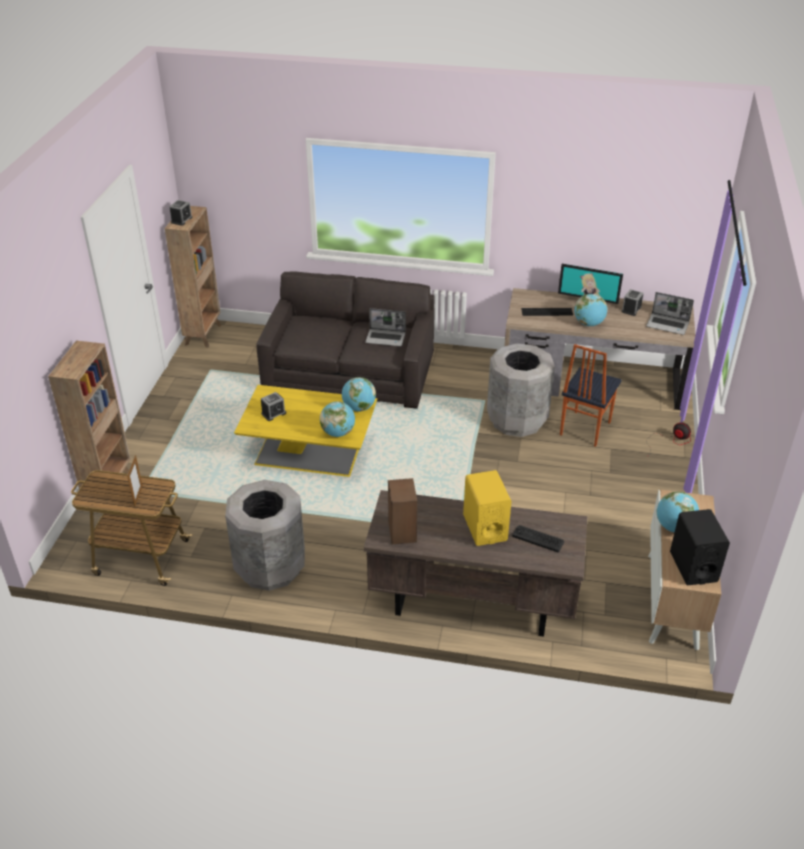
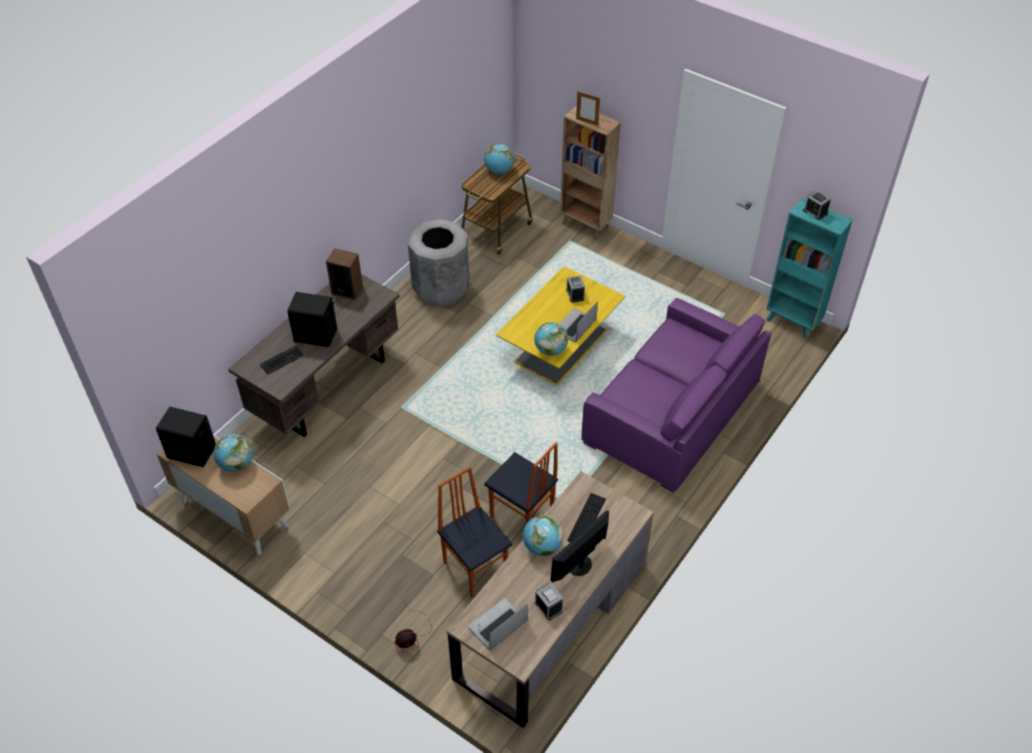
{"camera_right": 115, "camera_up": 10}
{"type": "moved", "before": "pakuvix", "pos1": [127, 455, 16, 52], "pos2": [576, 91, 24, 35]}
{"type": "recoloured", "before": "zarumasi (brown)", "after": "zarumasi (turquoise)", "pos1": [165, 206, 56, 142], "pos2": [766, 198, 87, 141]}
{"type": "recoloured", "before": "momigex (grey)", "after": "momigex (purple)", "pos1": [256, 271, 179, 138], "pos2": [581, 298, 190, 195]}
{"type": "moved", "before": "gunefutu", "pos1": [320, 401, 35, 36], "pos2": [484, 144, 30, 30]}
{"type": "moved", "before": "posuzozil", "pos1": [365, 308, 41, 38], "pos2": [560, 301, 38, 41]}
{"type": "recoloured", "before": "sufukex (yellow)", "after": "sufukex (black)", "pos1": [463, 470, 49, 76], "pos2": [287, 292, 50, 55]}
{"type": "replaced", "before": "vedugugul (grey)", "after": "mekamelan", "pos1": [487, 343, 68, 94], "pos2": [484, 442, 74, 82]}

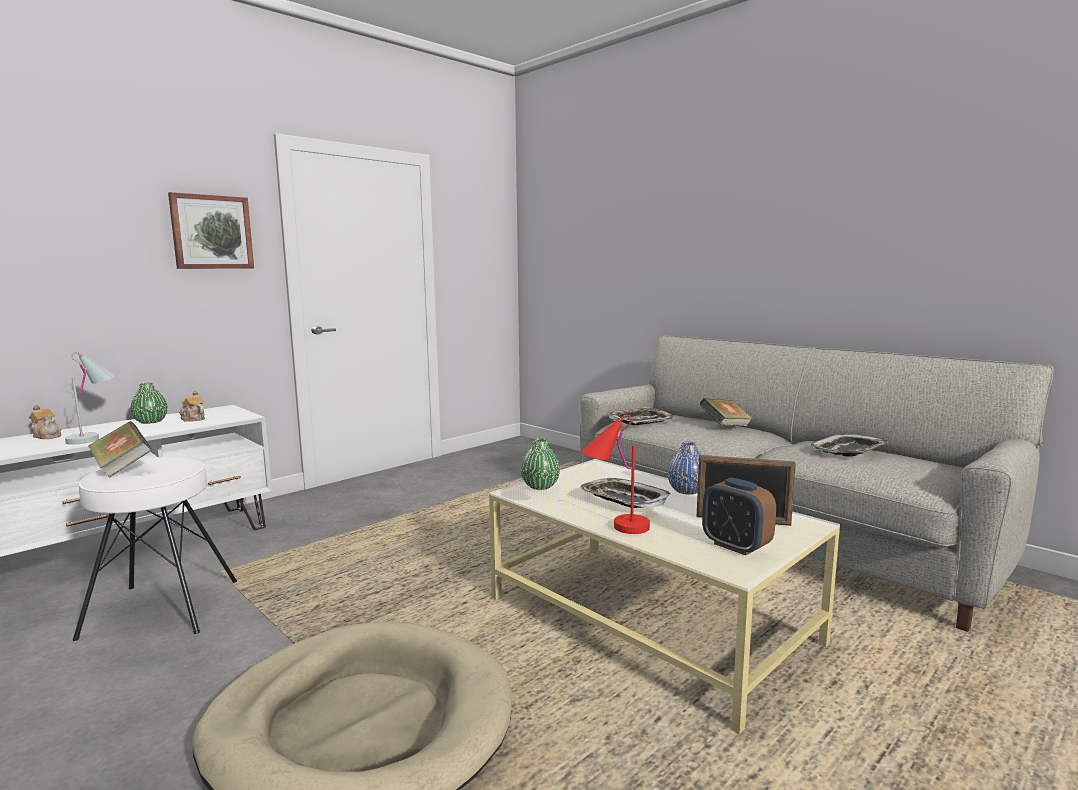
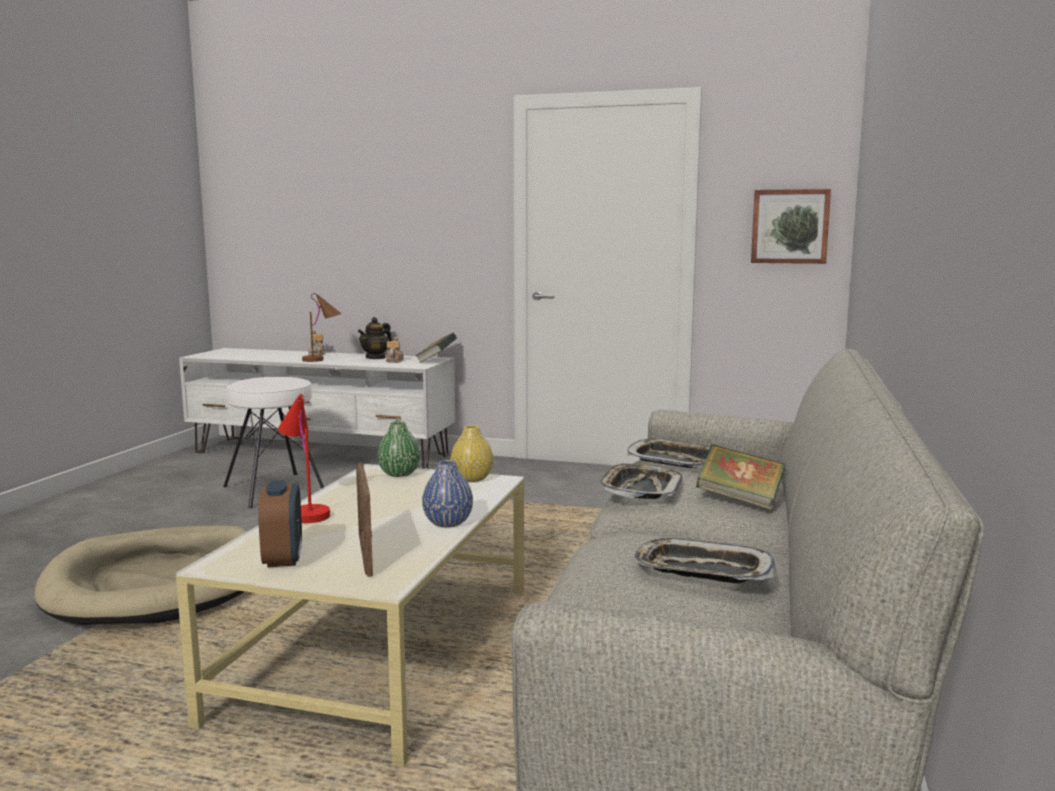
{"camera_right": 60, "camera_up": 0}
{"type": "recoloured", "before": "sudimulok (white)", "after": "sudimulok (brown)", "pos1": [65, 352, 50, 93], "pos2": [302, 293, 39, 69]}
{"type": "moved", "before": "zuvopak", "pos1": [89, 421, 63, 57], "pos2": [415, 333, 42, 30]}
{"type": "replaced", "before": "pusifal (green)", "after": "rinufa", "pos1": [131, 382, 36, 42], "pos2": [358, 317, 34, 42]}
{"type": "moved", "before": "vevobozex", "pos1": [168, 192, 86, 77], "pos2": [751, 189, 80, 75]}
{"type": "moved", "before": "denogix", "pos1": [579, 478, 92, 30], "pos2": [599, 463, 83, 36]}
{"type": "turned", "before": "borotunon", "pos1": [702, 477, 74, 78], "pos2": [258, 480, 44, 88], "turn": 150}
{"type": "added", "after": "pusifal (yellow)", "pos2": [450, 425, 44, 57]}

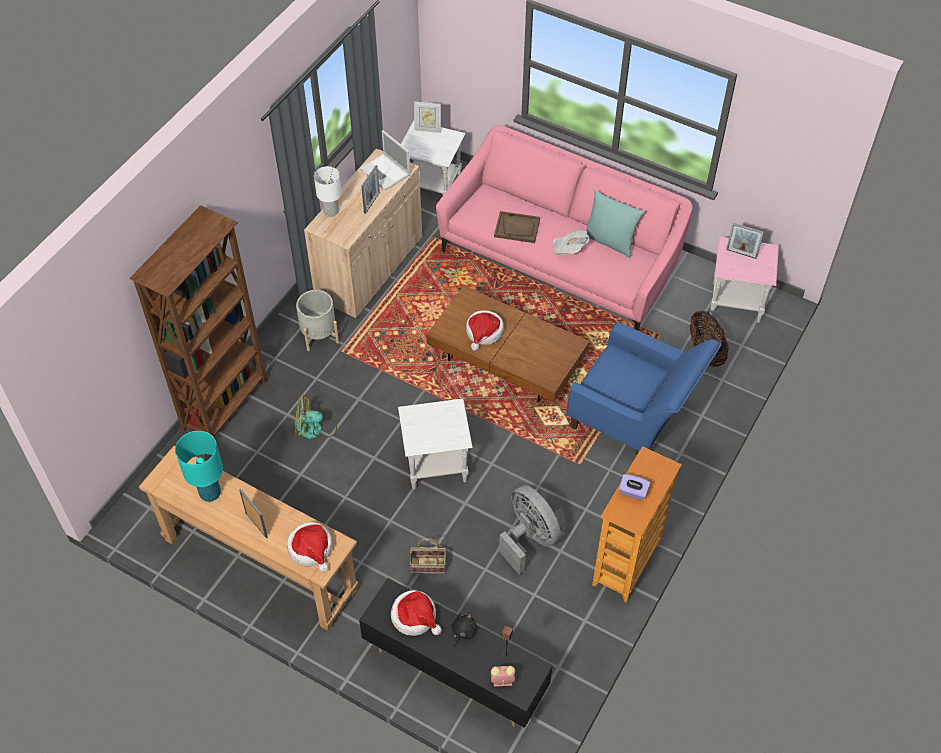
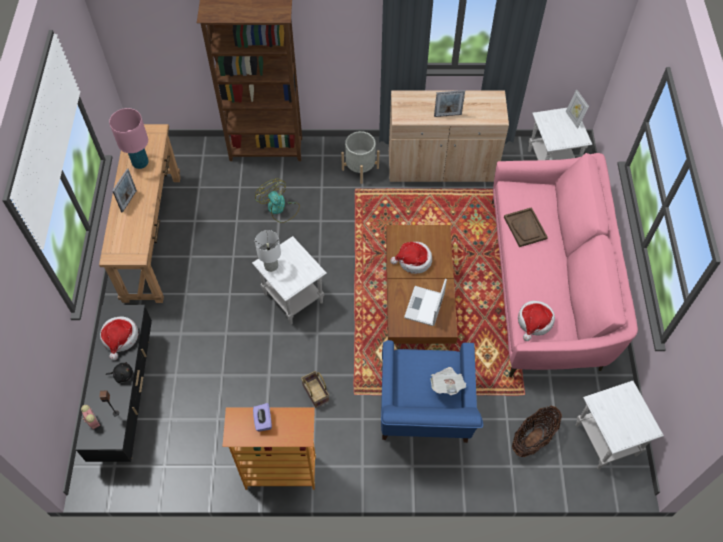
{"camera_right": 60, "camera_up": 5}
{"type": "recoloured", "before": "sudimulok (turquoise)", "after": "sudimulok (pink)", "pos1": [175, 431, 48, 71], "pos2": [109, 108, 40, 61]}
{"type": "moved", "before": "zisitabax", "pos1": [287, 522, 46, 51], "pos2": [518, 301, 37, 40]}
{"type": "moved", "before": "sudimulok (white)", "pos1": [314, 166, 28, 51], "pos2": [255, 230, 26, 42]}
{"type": "moved", "before": "posuzozil", "pos1": [360, 130, 51, 60], "pos2": [404, 279, 43, 47]}
{"type": "moved", "before": "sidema", "pos1": [410, 538, 36, 36], "pos2": [301, 371, 28, 37]}
{"type": "removed", "before": "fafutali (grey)", "pos1": [499, 485, 62, 90]}
{"type": "moved", "before": "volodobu", "pos1": [553, 230, 36, 25], "pos2": [430, 367, 36, 28]}
{"type": "removed", "before": "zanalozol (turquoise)", "pos1": [586, 190, 59, 68]}
{"type": "recoloured", "before": "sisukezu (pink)", "after": "sisukezu (white)", "pos1": [710, 237, 69, 86], "pos2": [576, 381, 88, 89]}
{"type": "removed", "before": "pakuvix", "pos1": [726, 223, 38, 36]}

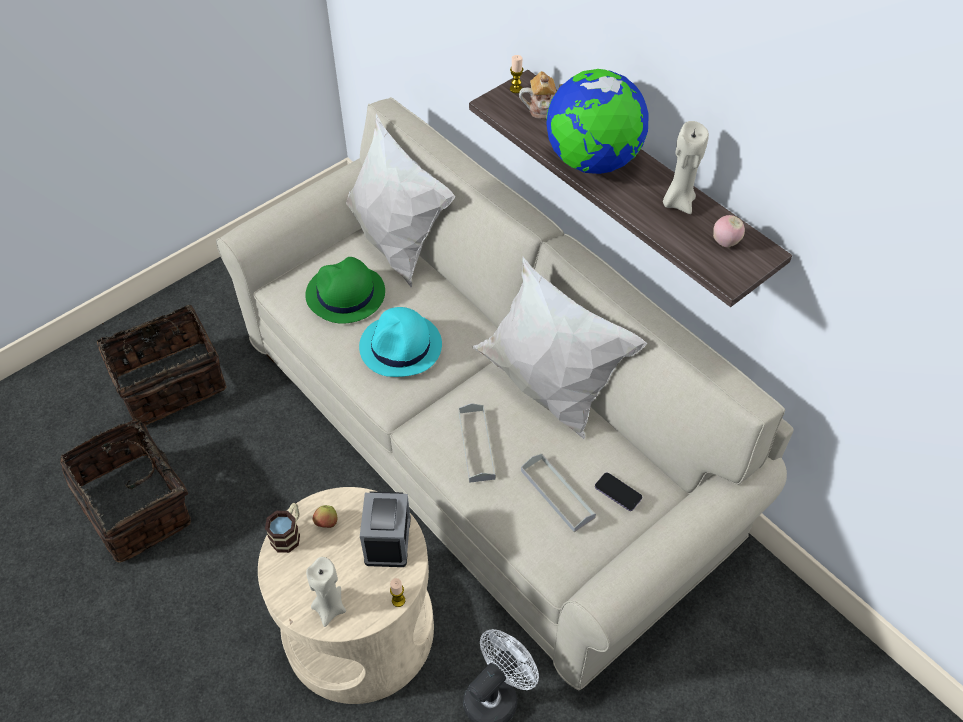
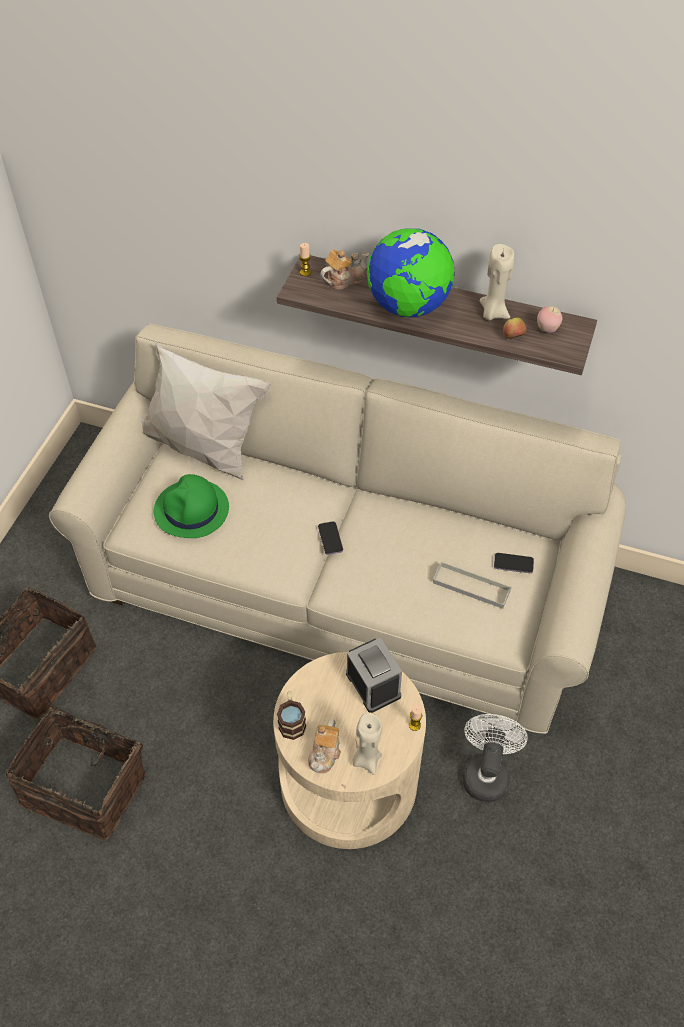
{"camera_right": -30, "camera_up": 0}
{"type": "moved", "before": "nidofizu", "pos1": [313, 505, 24, 23], "pos2": [503, 318, 24, 21]}
{"type": "removed", "before": "zisitabax (turquoise)", "pos1": [359, 307, 83, 70]}
{"type": "removed", "before": "denogix (grey)", "pos1": [459, 403, 37, 80]}
{"type": "removed", "before": "zanalozol (white)", "pos1": [473, 257, 174, 182]}
{"type": "added", "after": "rinufa", "pos2": [308, 719, 33, 54]}
{"type": "added", "after": "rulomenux", "pos2": [318, 521, 25, 34]}

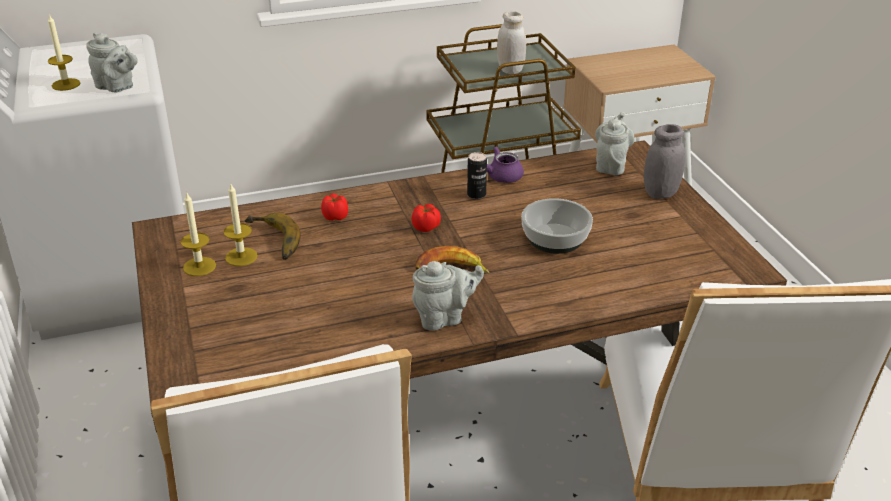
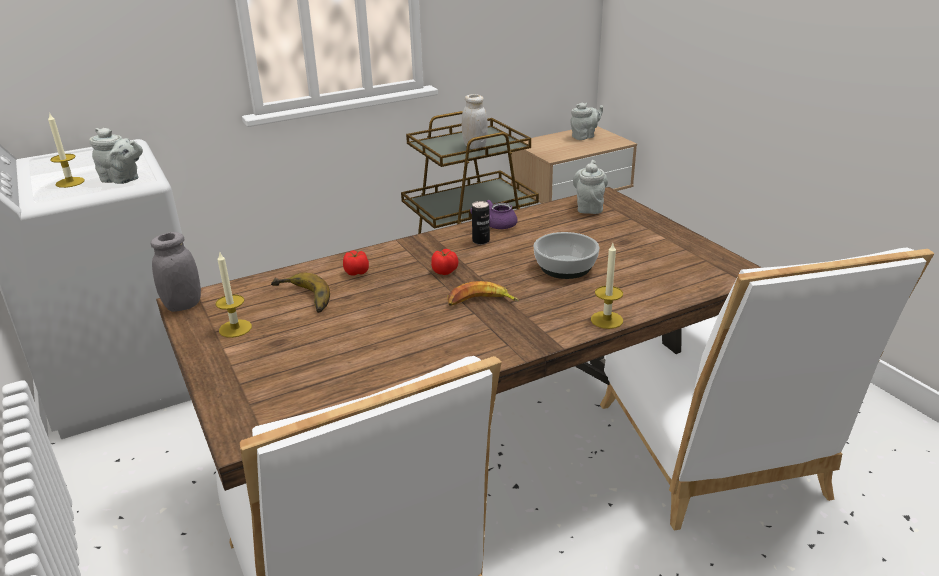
{"camera_right": -10, "camera_up": -5}
{"type": "moved", "before": "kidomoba", "pos1": [224, 184, 34, 82], "pos2": [591, 243, 32, 86]}
{"type": "moved", "before": "rinufa (grey)", "pos1": [412, 261, 72, 69], "pos2": [570, 103, 33, 37]}
{"type": "moved", "before": "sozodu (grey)", "pos1": [644, 124, 41, 75], "pos2": [151, 232, 50, 80]}

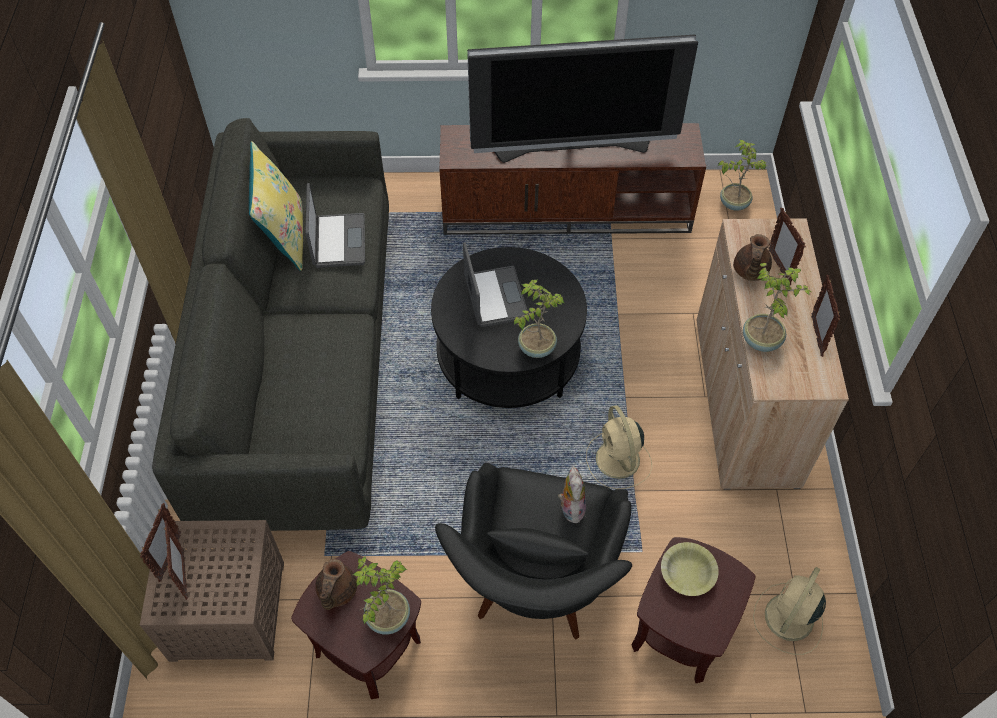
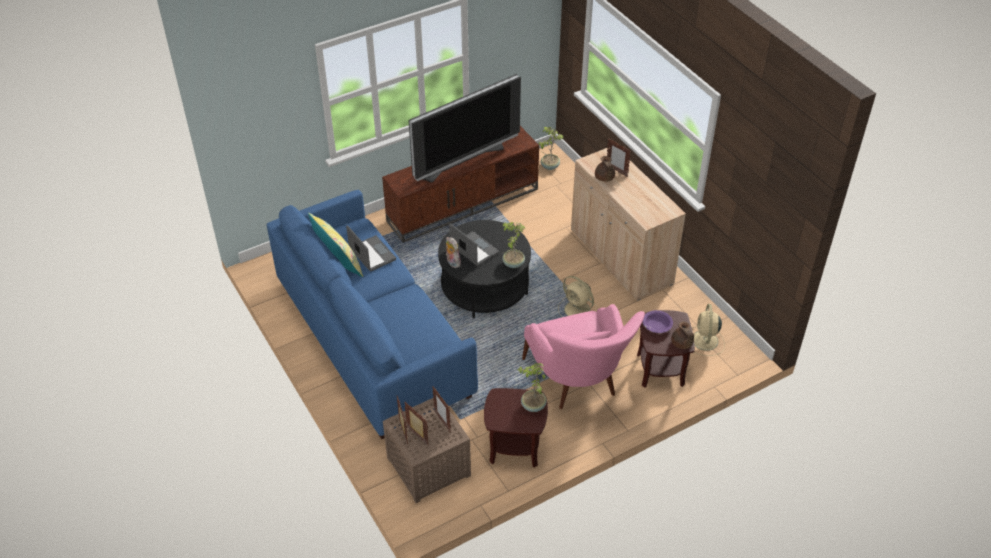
{"camera_right": -30, "camera_up": -10}
{"type": "recoloured", "before": "momigex (grey)", "after": "momigex (blue)", "pos1": [152, 118, 237, 413], "pos2": [267, 190, 211, 249]}
{"type": "moved", "before": "rinufa (brown)", "pos1": [315, 559, 42, 51], "pos2": [671, 321, 23, 28]}
{"type": "recoloured", "before": "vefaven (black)", "after": "vefaven (pink)", "pos1": [435, 463, 197, 177], "pos2": [522, 304, 123, 105]}
{"type": "moved", "before": "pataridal", "pos1": [558, 466, 28, 57], "pos2": [446, 237, 15, 31]}
{"type": "recoloured", "before": "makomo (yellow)", "after": "makomo (purple)", "pos1": [661, 542, 58, 54], "pos2": [643, 310, 30, 23]}
{"type": "removed", "before": "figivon", "pos1": [743, 263, 69, 89]}
{"type": "moved", "before": "pakuvix", "pos1": [811, 275, 29, 82], "pos2": [433, 387, 18, 45]}

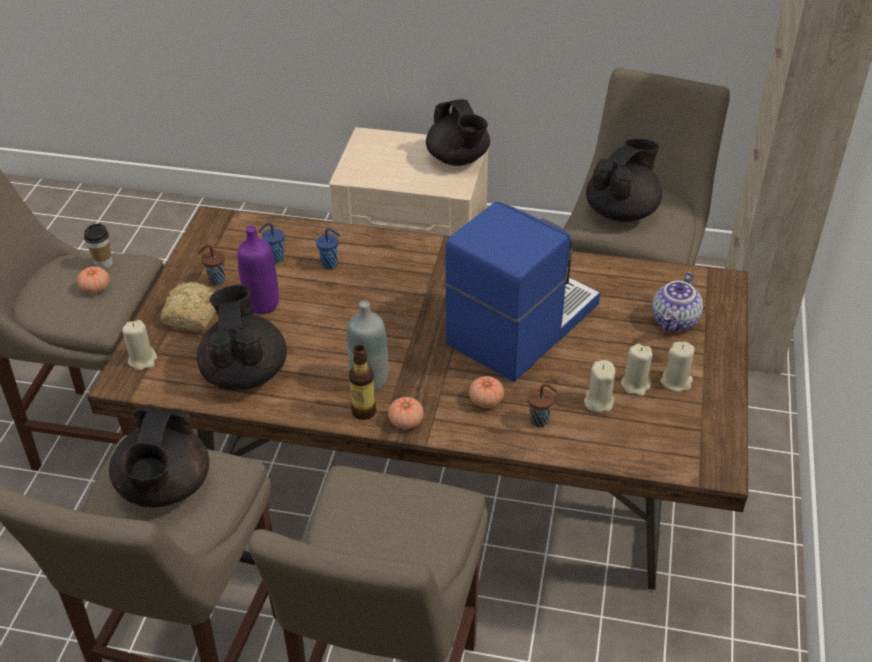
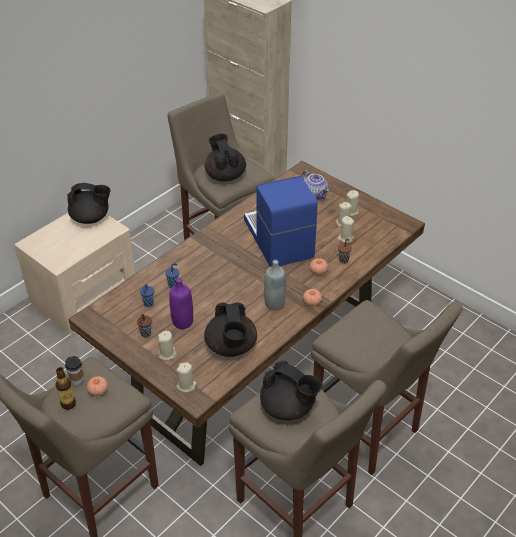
{"camera_right": -60, "camera_up": 0}
{"type": "replaced", "before": "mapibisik", "after": "kidomoba (beige)", "pos1": [161, 282, 55, 49], "pos2": [158, 331, 19, 29]}
{"type": "turned", "before": "rinufa (black)", "pos1": [197, 285, 90, 105], "pos2": [204, 302, 53, 55], "turn": -120}
{"type": "moved", "before": "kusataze", "pos1": [349, 345, 27, 75], "pos2": [55, 367, 21, 43]}

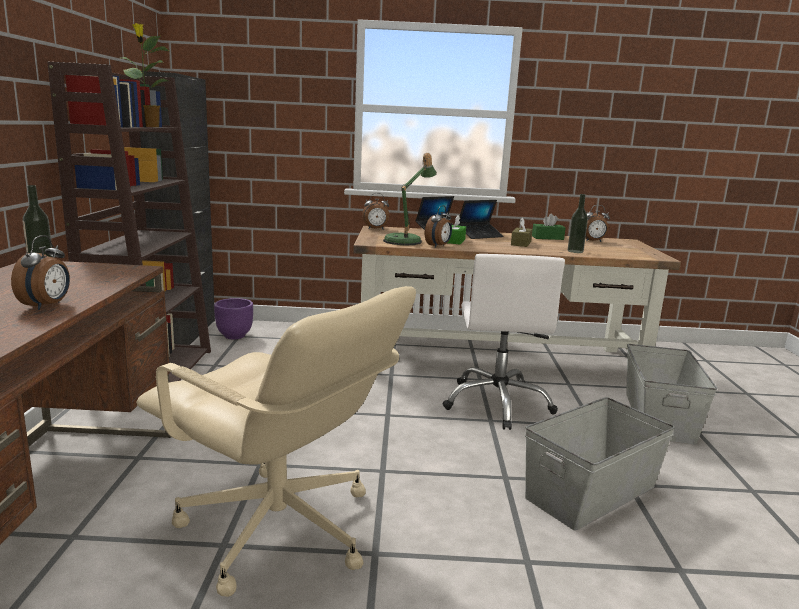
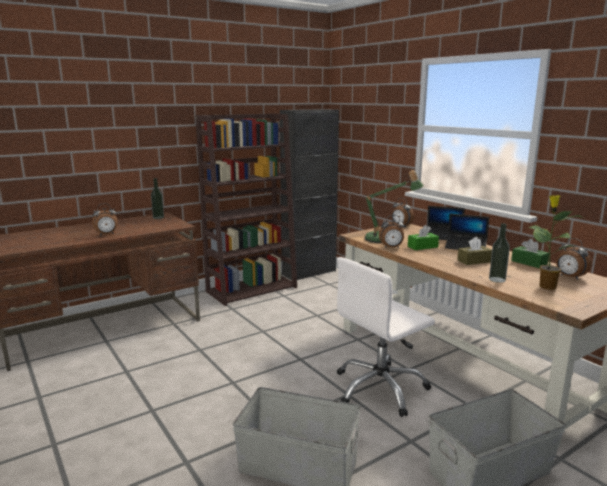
{"camera_right": 55, "camera_up": 0}
{"type": "moved", "before": "figivon", "pos1": [122, 23, 47, 104], "pos2": [528, 195, 56, 95]}
{"type": "removed", "before": "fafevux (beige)", "pos1": [136, 286, 280, 311]}
{"type": "removed", "before": "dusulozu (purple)", "pos1": [214, 298, 39, 41]}

